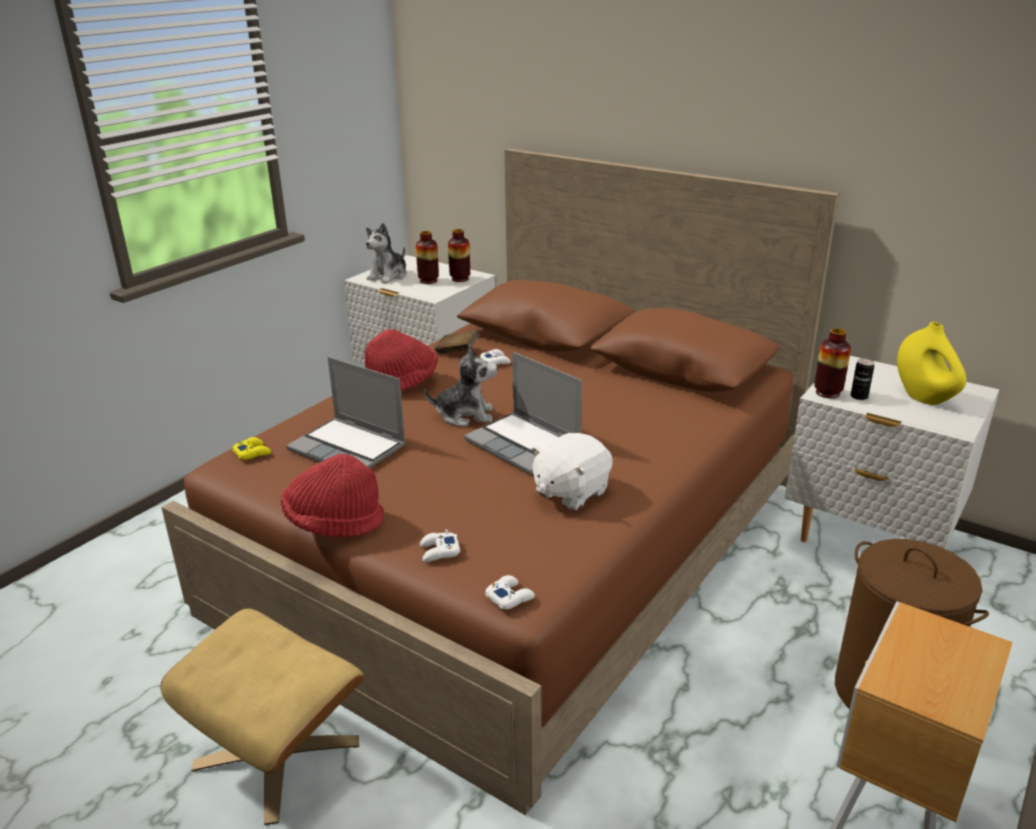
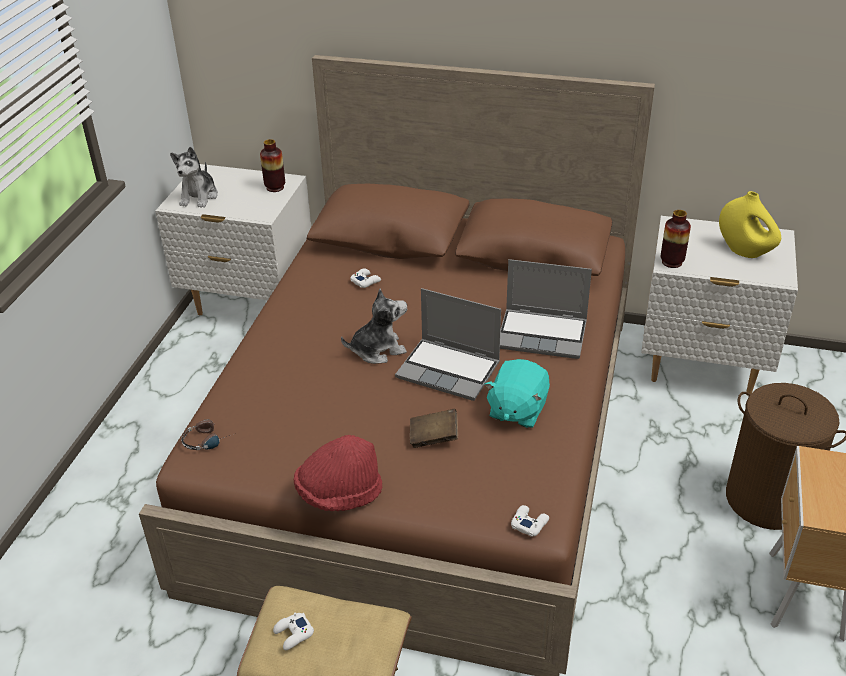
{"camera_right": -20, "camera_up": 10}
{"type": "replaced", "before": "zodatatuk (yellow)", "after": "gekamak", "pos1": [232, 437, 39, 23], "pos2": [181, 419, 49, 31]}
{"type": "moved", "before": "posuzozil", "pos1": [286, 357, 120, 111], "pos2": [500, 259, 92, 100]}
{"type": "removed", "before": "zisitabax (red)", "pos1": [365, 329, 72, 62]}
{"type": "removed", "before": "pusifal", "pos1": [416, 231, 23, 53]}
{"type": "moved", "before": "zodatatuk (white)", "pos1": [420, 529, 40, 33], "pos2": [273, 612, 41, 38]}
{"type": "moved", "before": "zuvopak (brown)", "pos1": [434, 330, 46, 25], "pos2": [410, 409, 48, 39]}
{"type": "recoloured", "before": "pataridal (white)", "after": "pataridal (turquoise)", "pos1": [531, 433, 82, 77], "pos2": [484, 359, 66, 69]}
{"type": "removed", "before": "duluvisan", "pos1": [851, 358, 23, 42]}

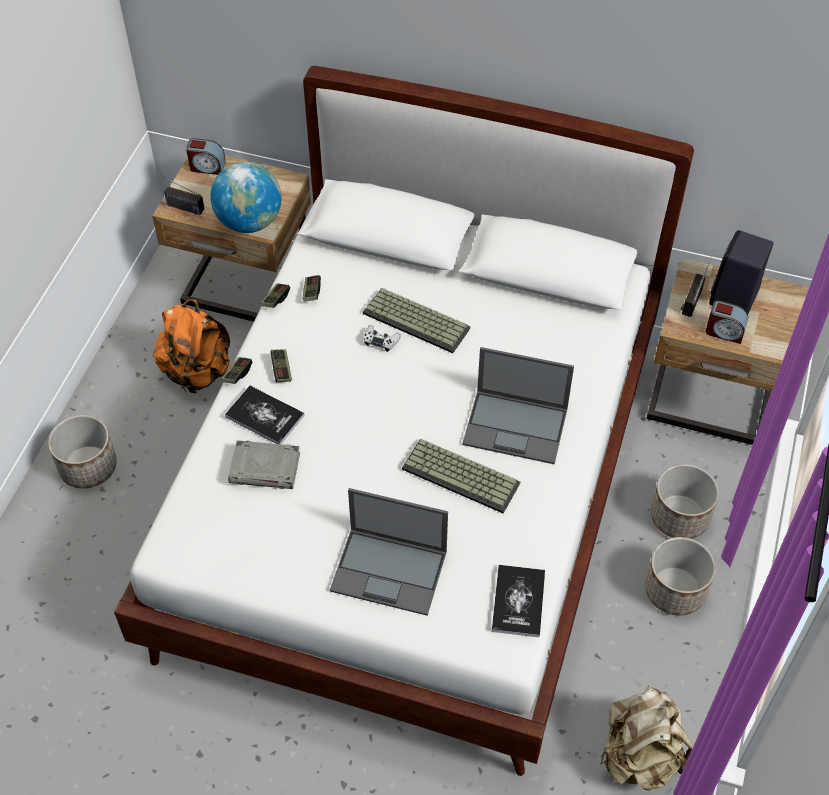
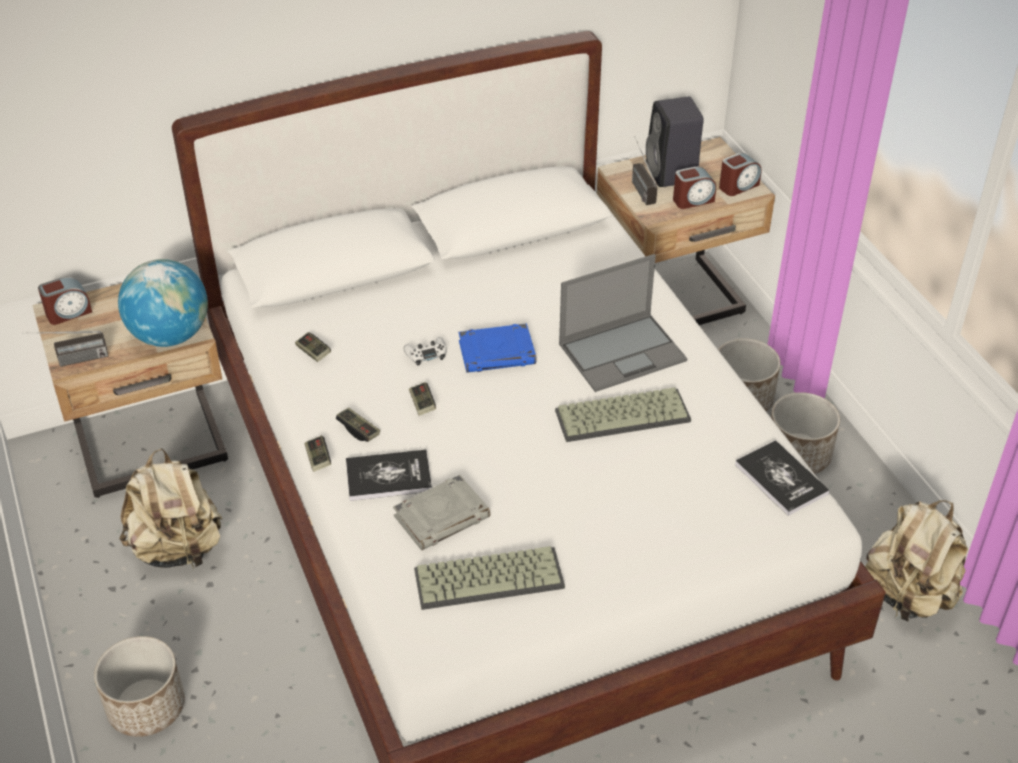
{"camera_right": -40, "camera_up": -10}
{"type": "recoloured", "before": "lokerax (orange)", "after": "lokerax (beige)", "pos1": [153, 299, 77, 96], "pos2": [119, 448, 103, 123]}
{"type": "moved", "before": "zodatatuk", "pos1": [261, 283, 29, 25], "pos2": [409, 382, 27, 34]}
{"type": "removed", "before": "posuzozil", "pos1": [330, 488, 118, 128]}
{"type": "moved", "before": "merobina", "pos1": [363, 288, 107, 65], "pos2": [414, 546, 151, 64]}
{"type": "added", "after": "zuvopak (blue)", "pos2": [459, 323, 77, 50]}
{"type": "added", "after": "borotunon", "pos2": [719, 153, 42, 43]}

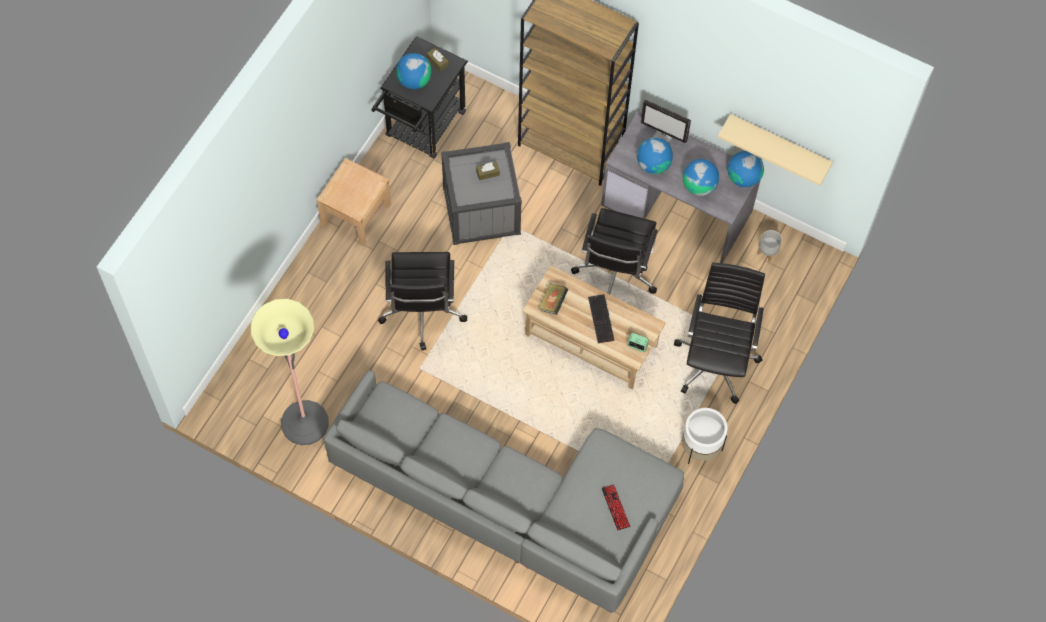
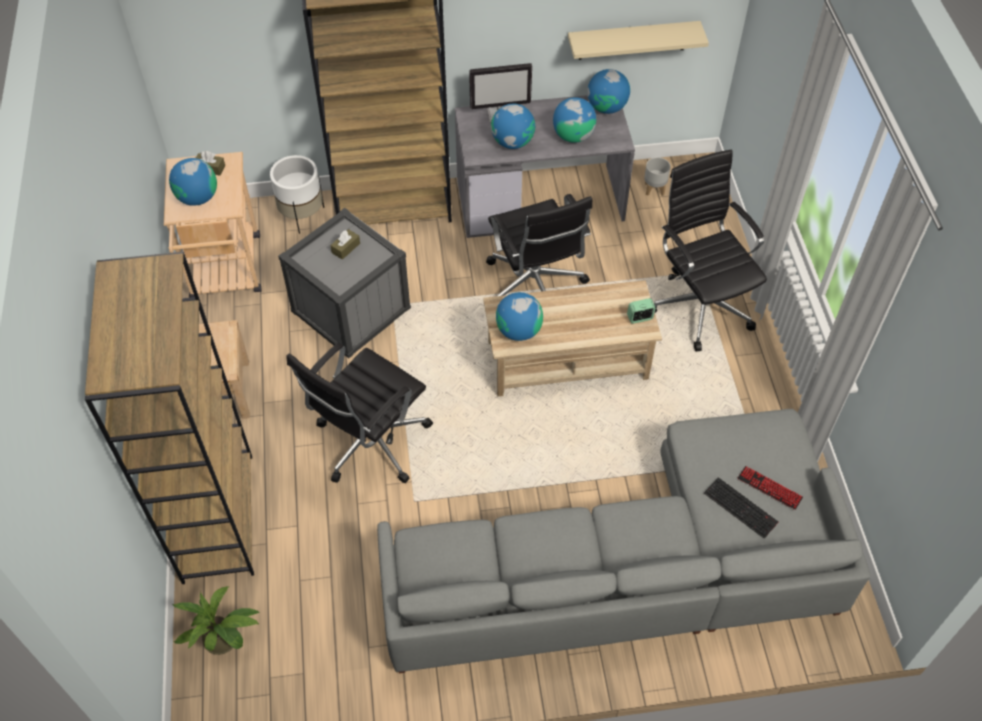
{"camera_right": -35, "camera_up": -10}
{"type": "removed", "before": "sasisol", "pos1": [251, 299, 78, 146]}
{"type": "recoloured", "before": "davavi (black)", "after": "davavi (beige)", "pos1": [372, 36, 96, 123], "pos2": [164, 152, 98, 146]}
{"type": "turned", "before": "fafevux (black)", "pos1": [378, 252, 89, 99], "pos2": [286, 343, 147, 140], "turn": 75}
{"type": "replaced", "before": "zuvopak", "after": "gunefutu", "pos1": [538, 283, 30, 32], "pos2": [496, 292, 47, 49]}
{"type": "moved", "before": "merobina", "pos1": [588, 294, 26, 49], "pos2": [704, 477, 74, 62]}
{"type": "moved", "before": "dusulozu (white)", "pos1": [682, 408, 45, 56], "pos2": [270, 155, 54, 79]}
{"type": "added", "after": "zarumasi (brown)", "pos2": [85, 252, 169, 332]}
{"type": "added", "after": "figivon", "pos2": [172, 586, 88, 69]}

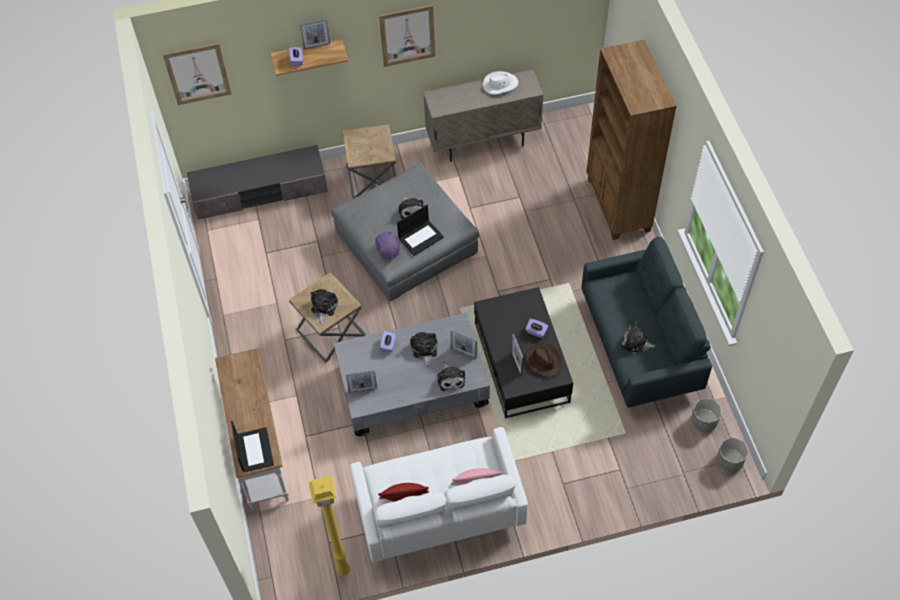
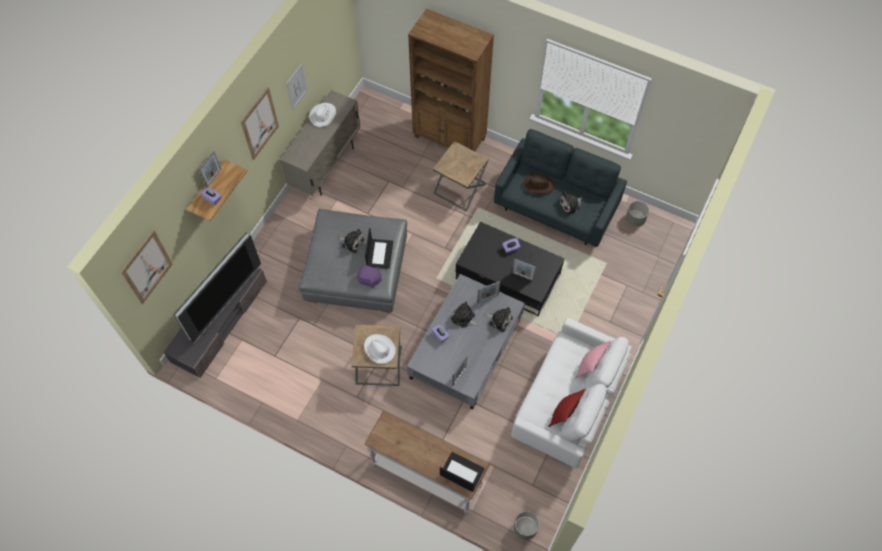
{"camera_right": -50, "camera_up": 5}
{"type": "removed", "before": "sasisol (yellow)", "pos1": [308, 476, 42, 100]}
{"type": "replaced", "before": "pataridal", "after": "zisitabax (white)", "pos1": [311, 289, 27, 35], "pos2": [364, 334, 32, 30]}
{"type": "moved", "before": "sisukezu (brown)", "pos1": [342, 124, 54, 75], "pos2": [433, 141, 56, 70]}
{"type": "moved", "before": "zisitabax (brown)", "pos1": [525, 343, 37, 34], "pos2": [523, 173, 32, 21]}
{"type": "moved", "before": "dusulozu (grey)", "pos1": [717, 438, 31, 34], "pos2": [514, 511, 25, 29]}
{"type": "added", "after": "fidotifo", "pos2": [174, 233, 87, 110]}
{"type": "added", "after": "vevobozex", "pos2": [286, 63, 21, 47]}

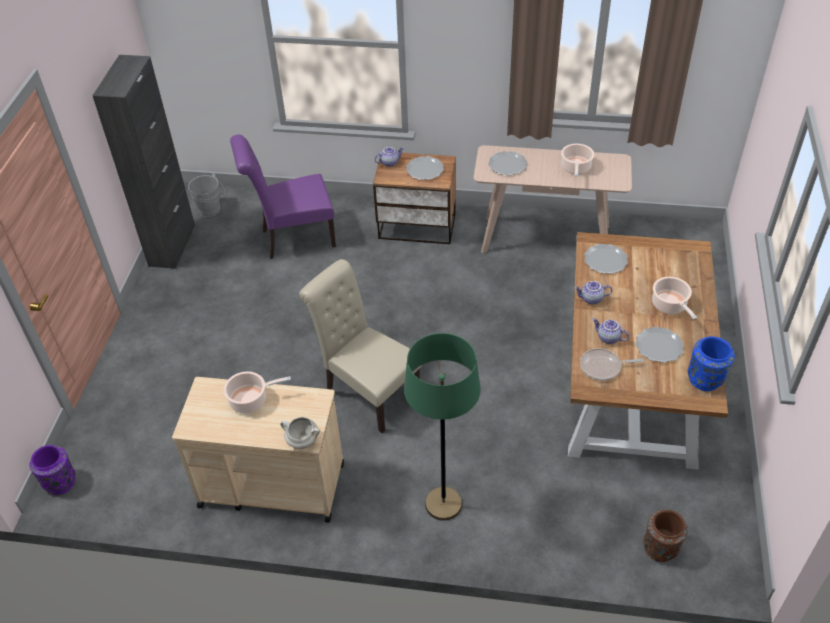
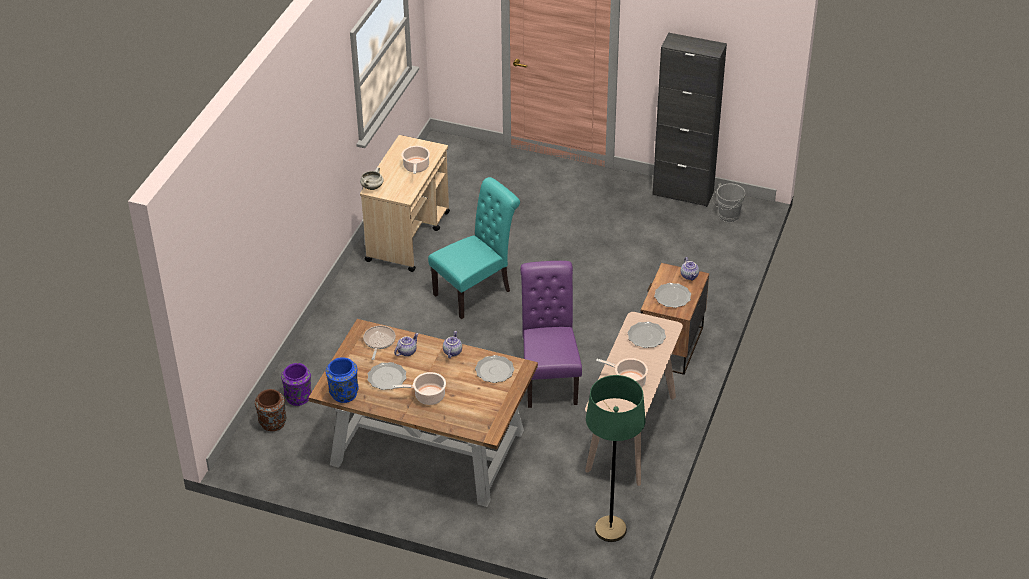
{"camera_right": 100, "camera_up": -5}
{"type": "moved", "before": "pusifal (purple)", "pos1": [29, 445, 47, 50], "pos2": [281, 363, 31, 43]}
{"type": "moved", "before": "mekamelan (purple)", "pos1": [230, 134, 106, 125], "pos2": [520, 261, 62, 147]}
{"type": "recoloured", "before": "mekamelan (beige)", "after": "mekamelan (turquoise)", "pos1": [299, 259, 123, 174], "pos2": [428, 177, 92, 142]}
{"type": "moved", "before": "sasisol (green)", "pos1": [404, 333, 77, 188], "pos2": [586, 375, 60, 167]}

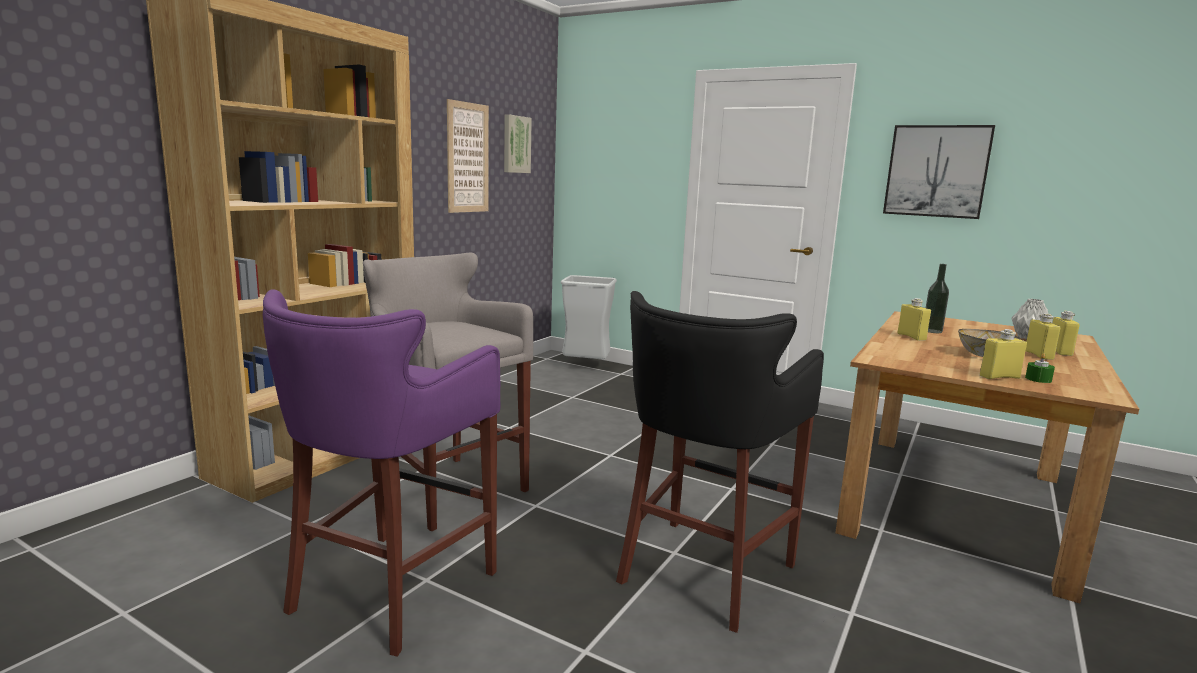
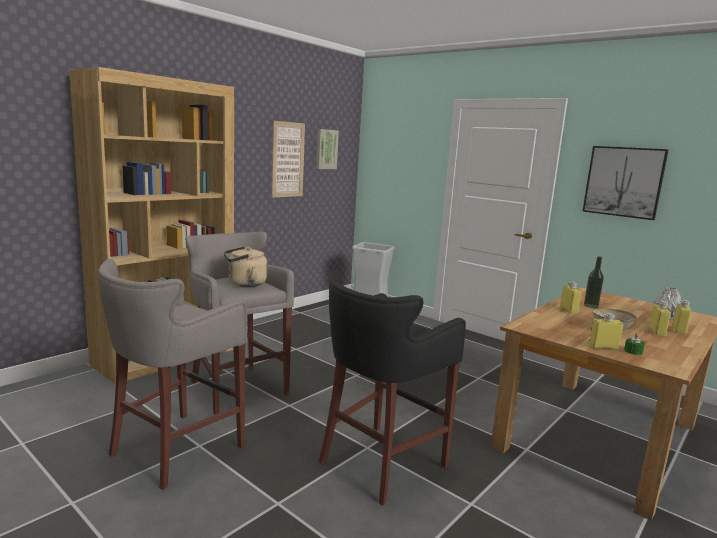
{"camera_right": 10, "camera_up": 0}
{"type": "recoloured", "before": "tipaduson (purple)", "after": "tipaduson (grey)", "pos1": [263, 289, 237, 368], "pos2": [98, 259, 149, 231]}
{"type": "added", "after": "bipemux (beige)", "pos2": [224, 246, 43, 41]}

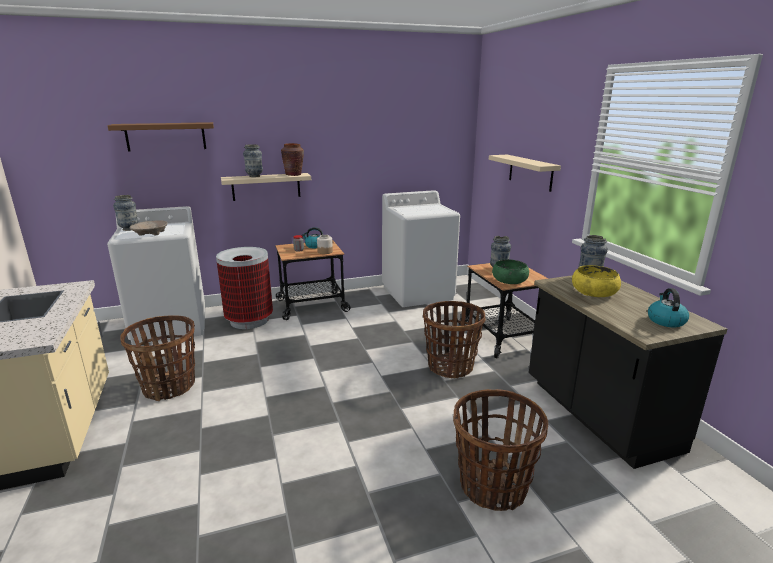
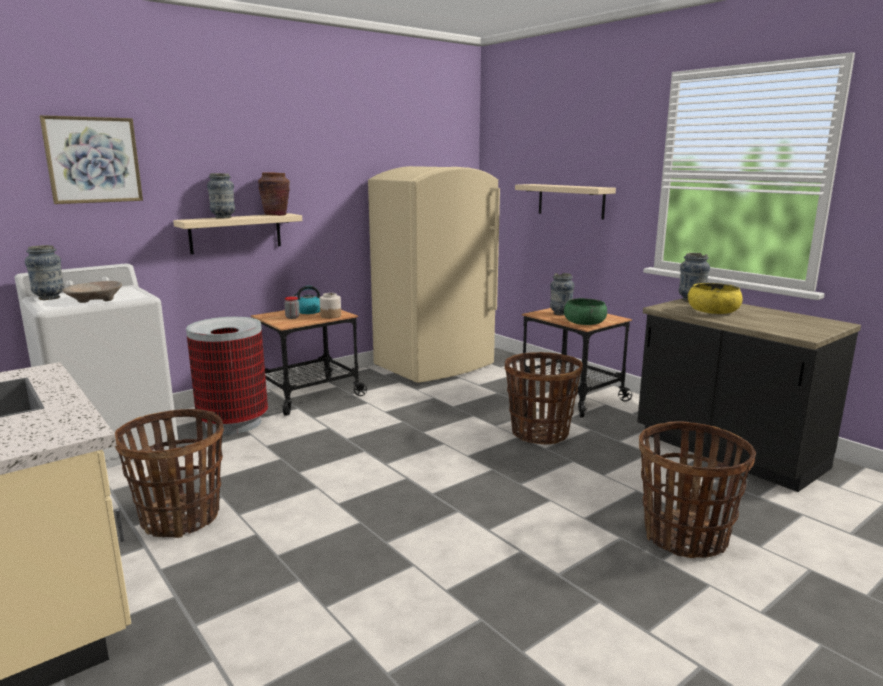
{"camera_right": -20, "camera_up": -5}
{"type": "replaced", "before": "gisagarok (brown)", "after": "vevobozex", "pos1": [107, 122, 107, 30], "pos2": [39, 115, 104, 89]}
{"type": "replaced", "before": "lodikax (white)", "after": "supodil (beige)", "pos1": [382, 190, 78, 117], "pos2": [368, 166, 132, 217]}
{"type": "removed", "before": "bipemux", "pos1": [648, 288, 41, 39]}

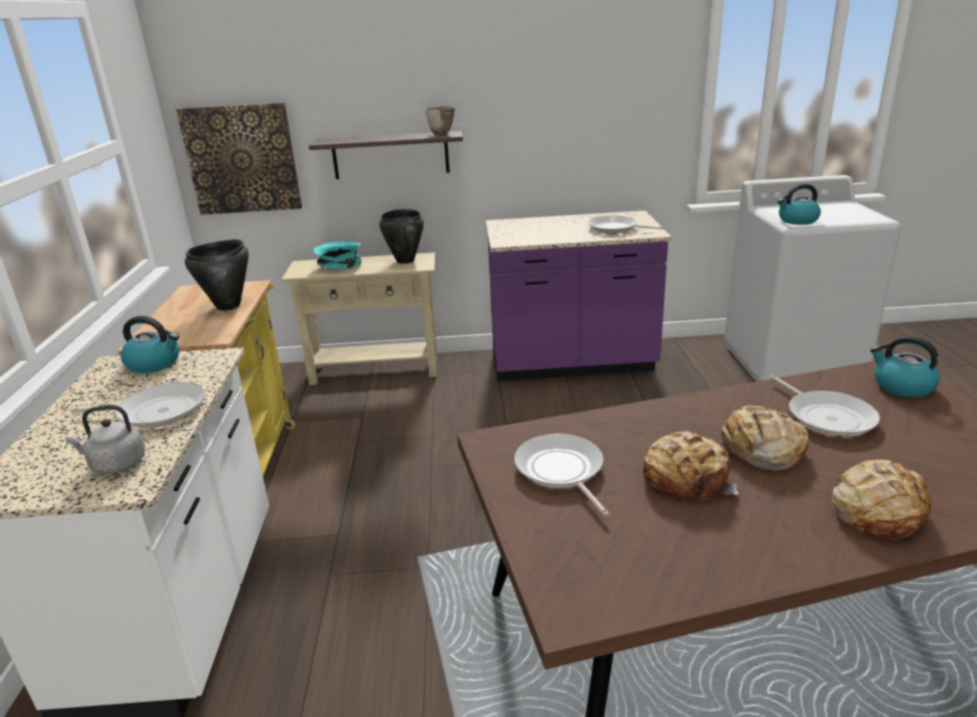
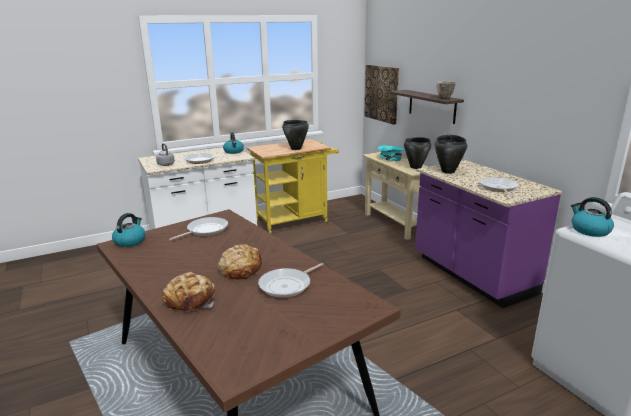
{"camera_right": 65, "camera_up": -5}
{"type": "removed", "before": "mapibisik", "pos1": [643, 431, 96, 70]}
{"type": "moved", "before": "bipemux", "pos1": [870, 336, 70, 61], "pos2": [112, 213, 33, 34]}
{"type": "added", "after": "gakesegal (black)", "pos2": [435, 135, 32, 39]}

